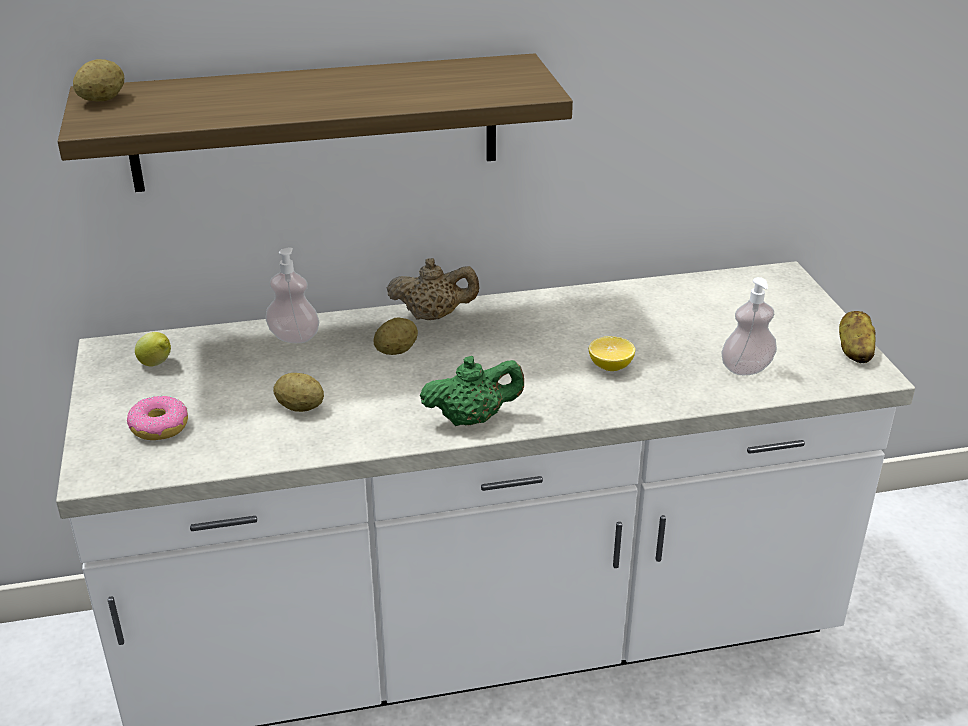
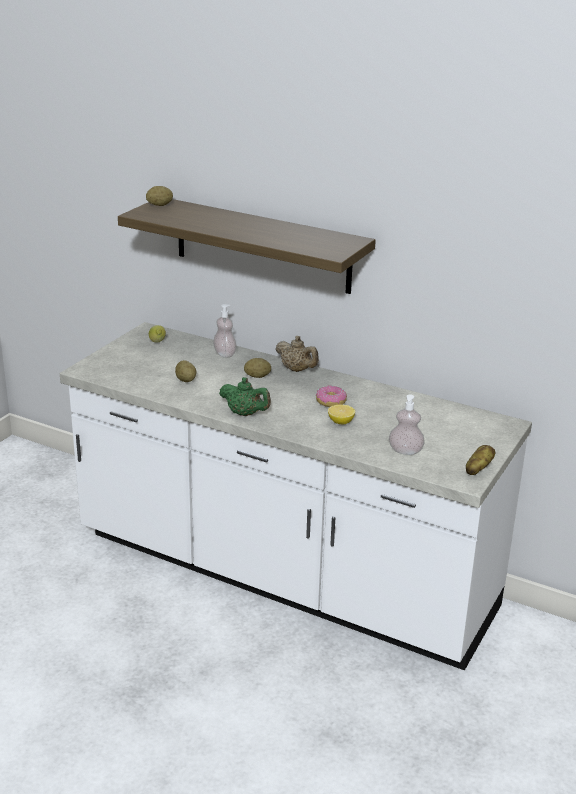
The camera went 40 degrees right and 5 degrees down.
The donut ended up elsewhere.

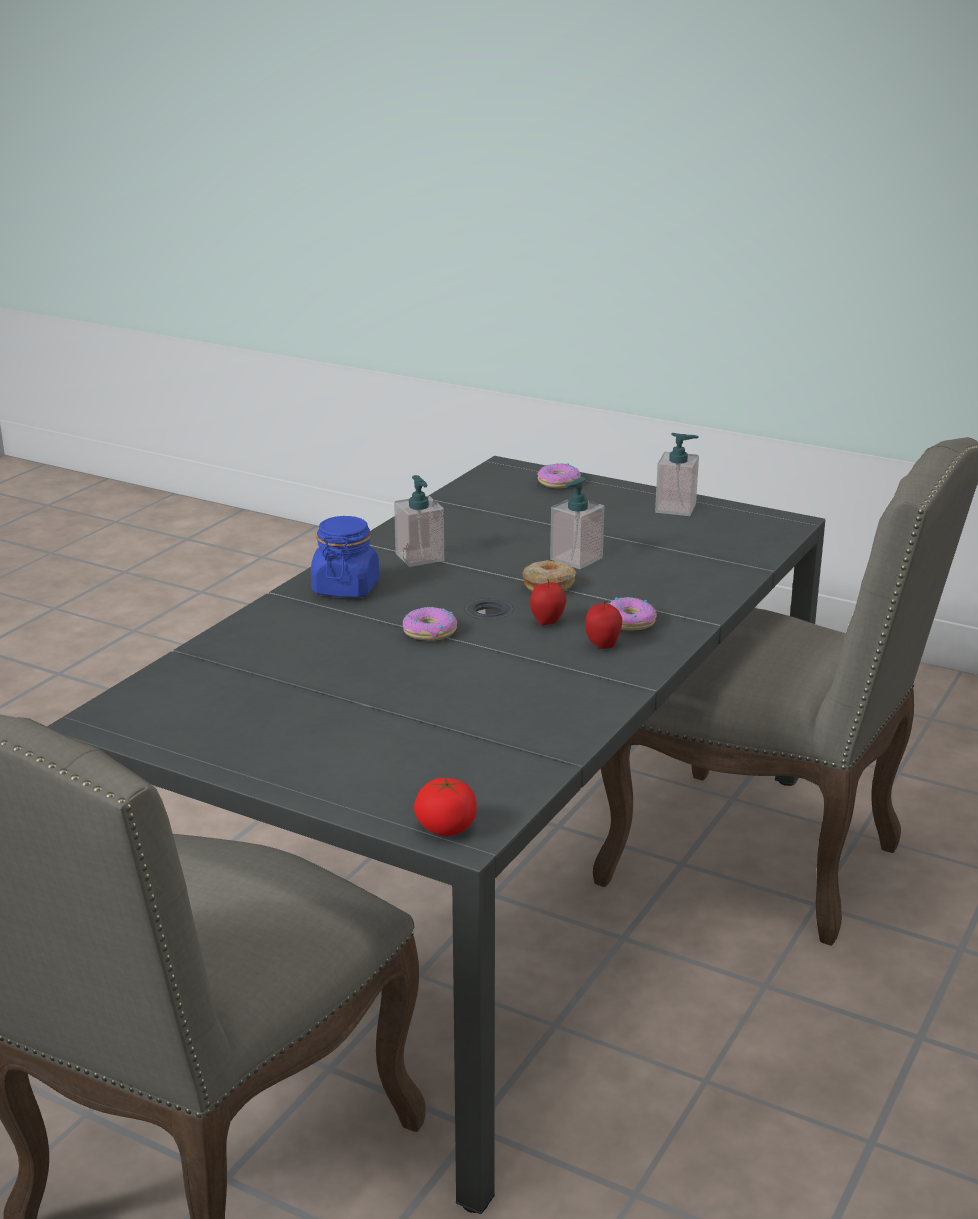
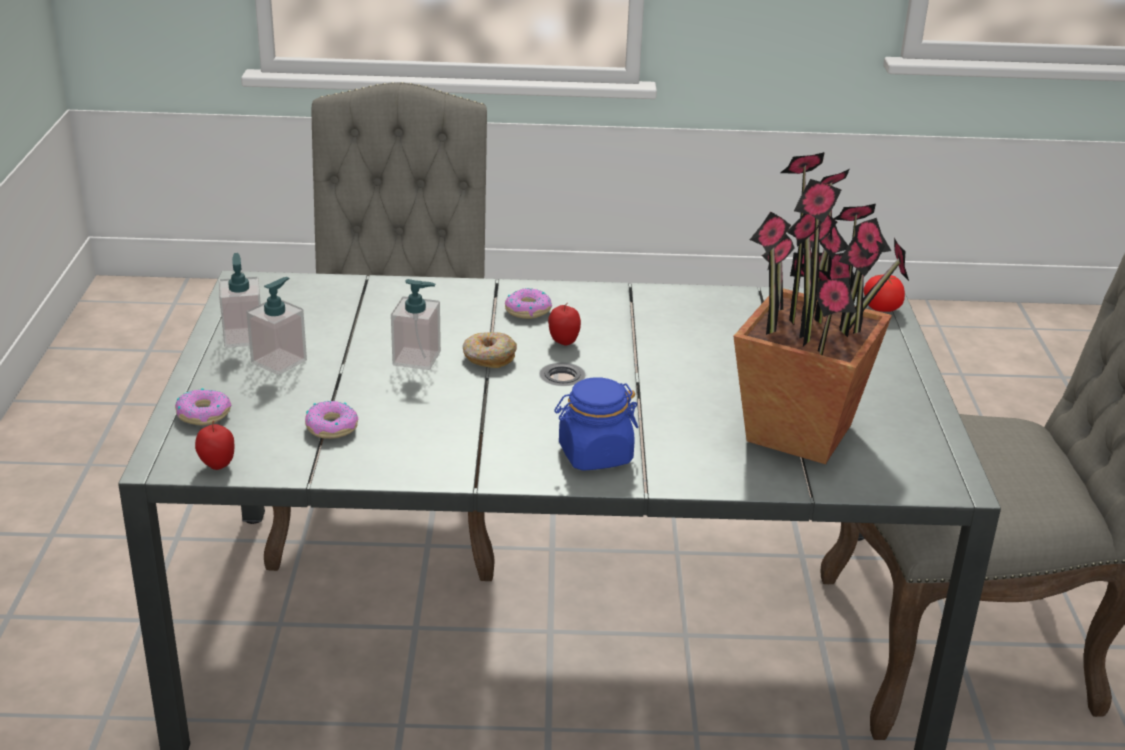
The camera went 120 degrees left and 5 degrees up.
The soap dispenser (no. 1 from left in the first image) ended up elsewhere.
The donut (no. 1 from left in the first image) ended up elsewhere.
The apple (no. 2 from left in the first image) ended up elsewhere.
The second view gained the potted plant.

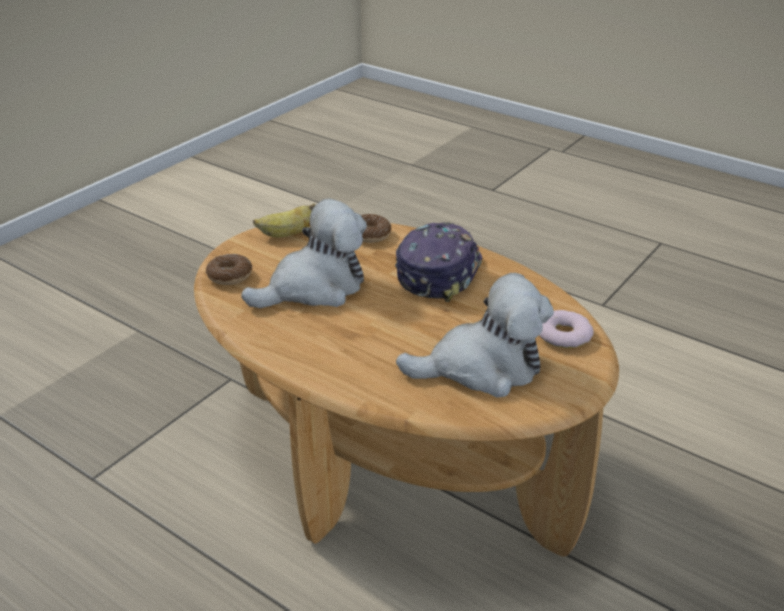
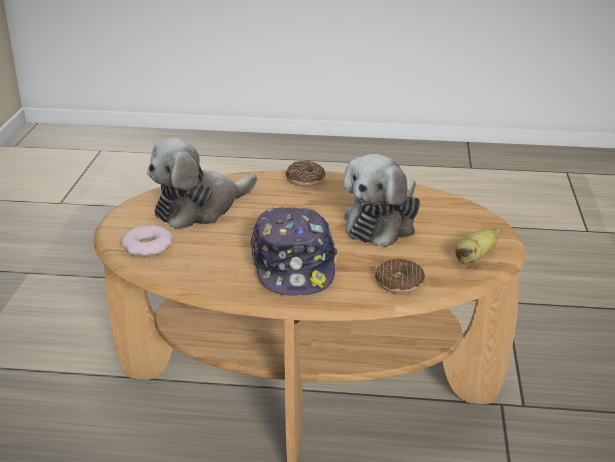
The camera went 150 degrees right and 5 degrees down.
The donut (no. 1 from left in the first image) ended up elsewhere.

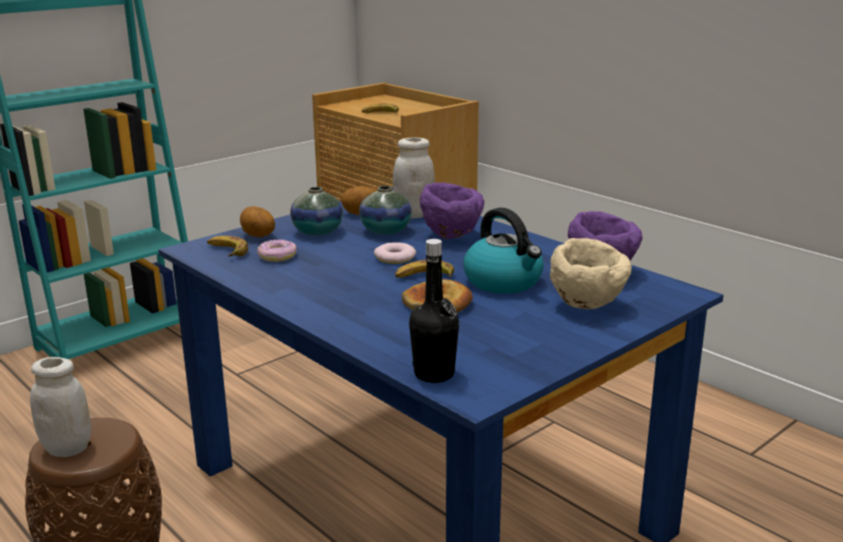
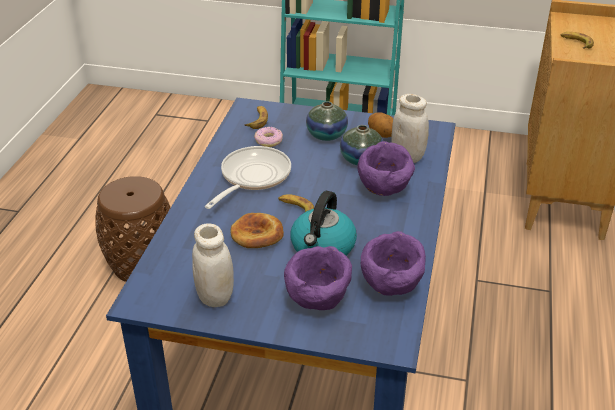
The camera went 55 degrees right and 15 degrees up.
The white jar (no. 1 from left) ended up elsewhere.
The second view lost the potato (no. 1 from left).
The second view lost the donut (no. 2 from left).
The second view lost the black bottle.
What was the beige bowl turned into the purple bowl (no. 1 from left).
The second view gained the frying pan.

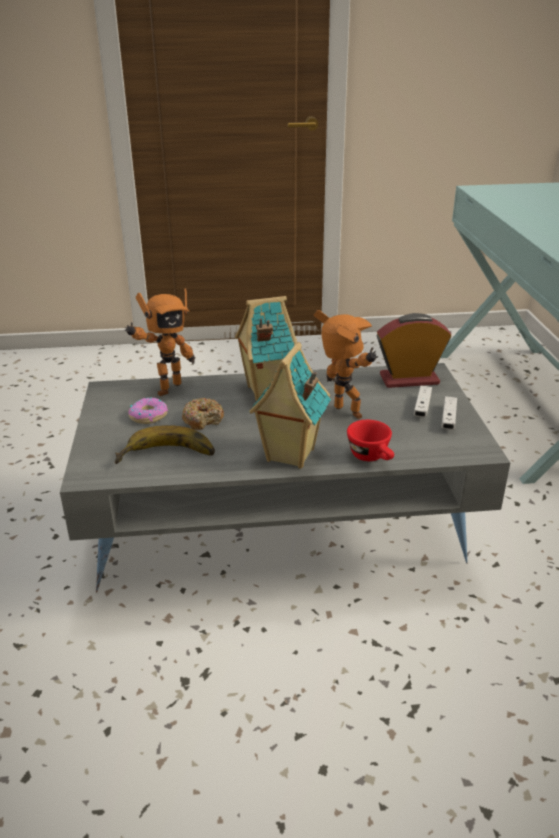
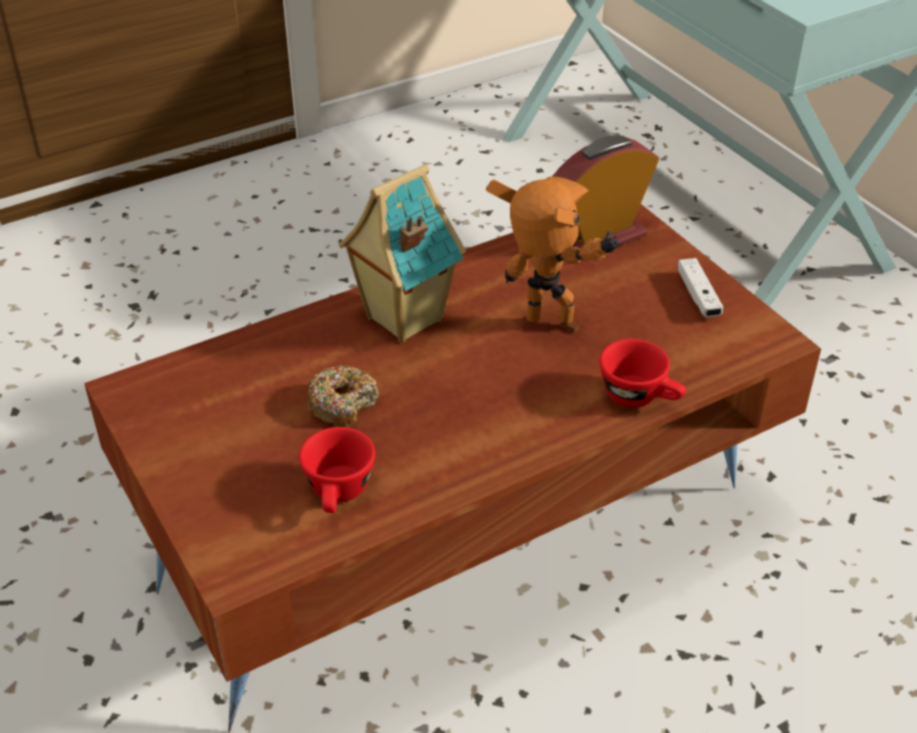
The camera went 25 degrees left and 10 degrees up.
What was the grey coffee table turned into the brown coffee table.
Where the banana stood, the red cup (no. 1 from left) came to stand.
The second view lost the toy robot (no. 1 from left).
The second view lost the donut (no. 1 from left).
The second view lost the toy house (no. 2 from left).
The second view lost the white game controller (no. 1 from left).

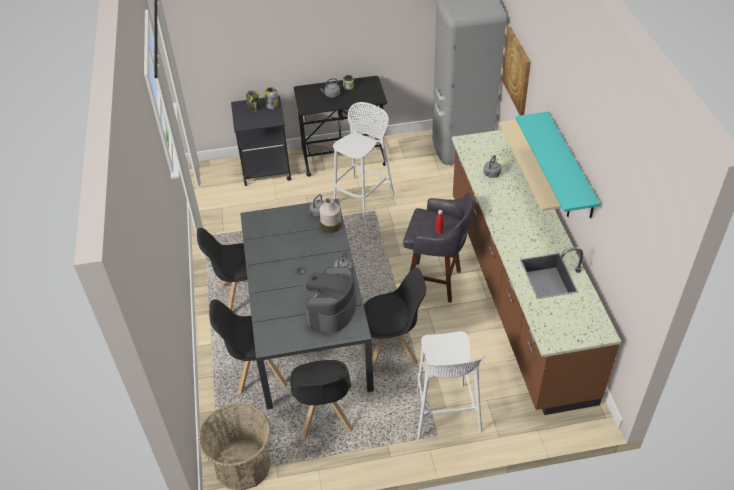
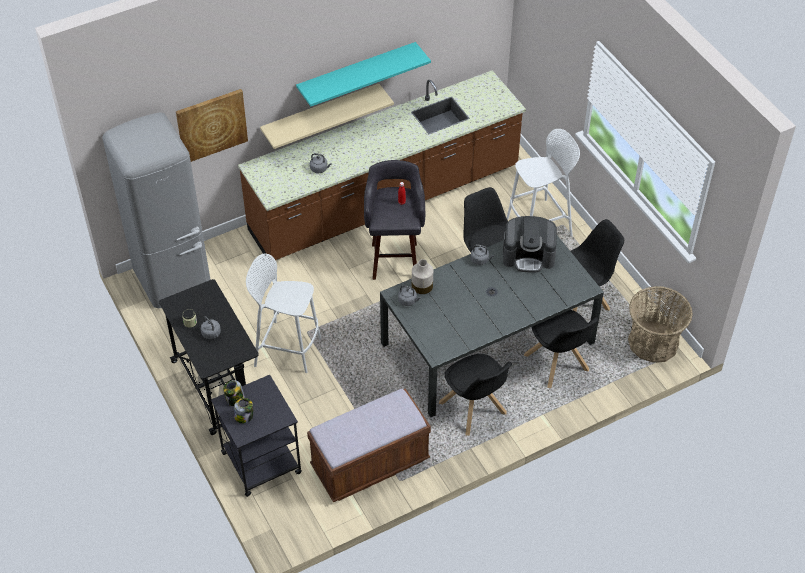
The camera went 110 degrees left and 5 degrees up.
The second view gained the brown bench.

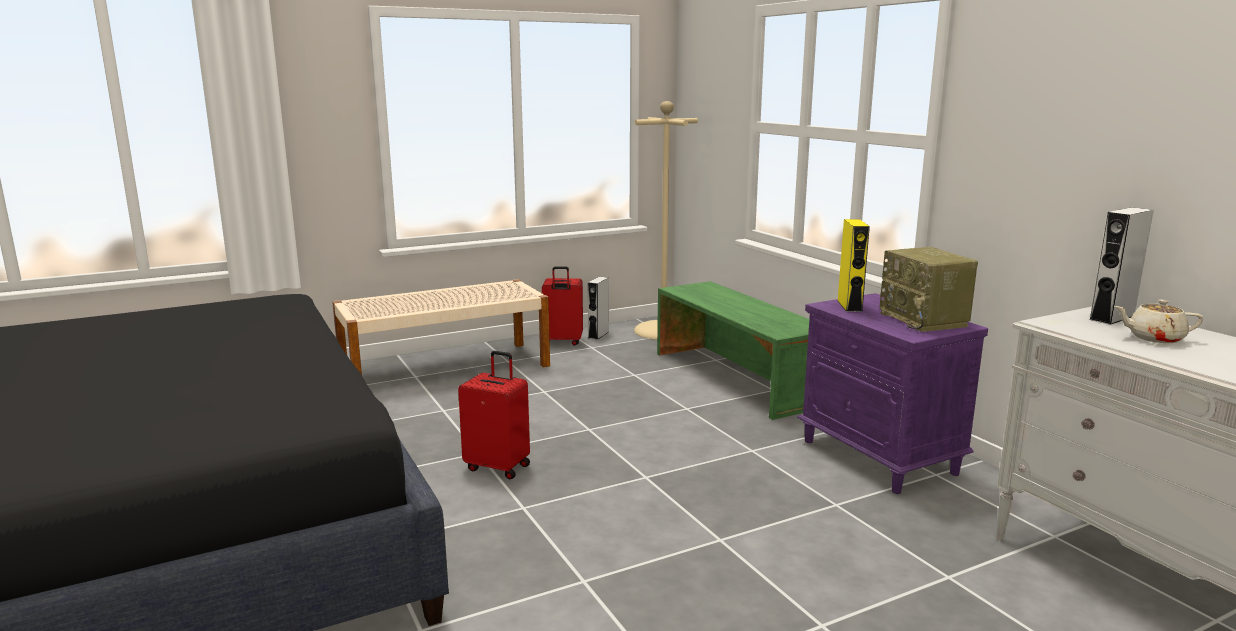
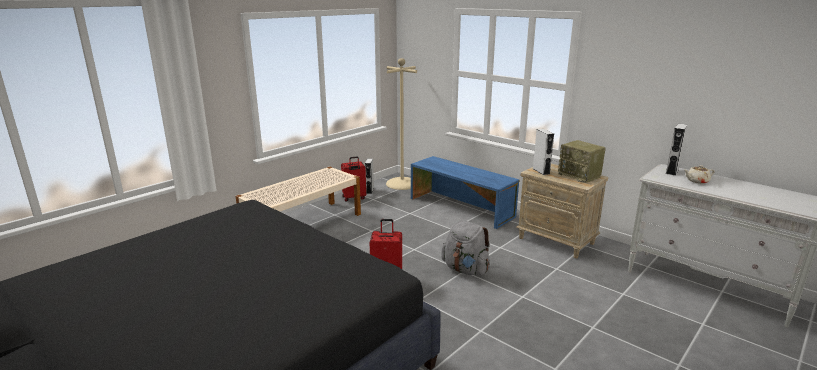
The camera went 20 degrees left and 5 degrees up.
What was the green bench turned into the blue bench.
What was the purple nightstand turned into the beige nightstand.
What was the yellow speaker turned into the grey speaker (no. 2 from left).
The second view gained the grey backpack.

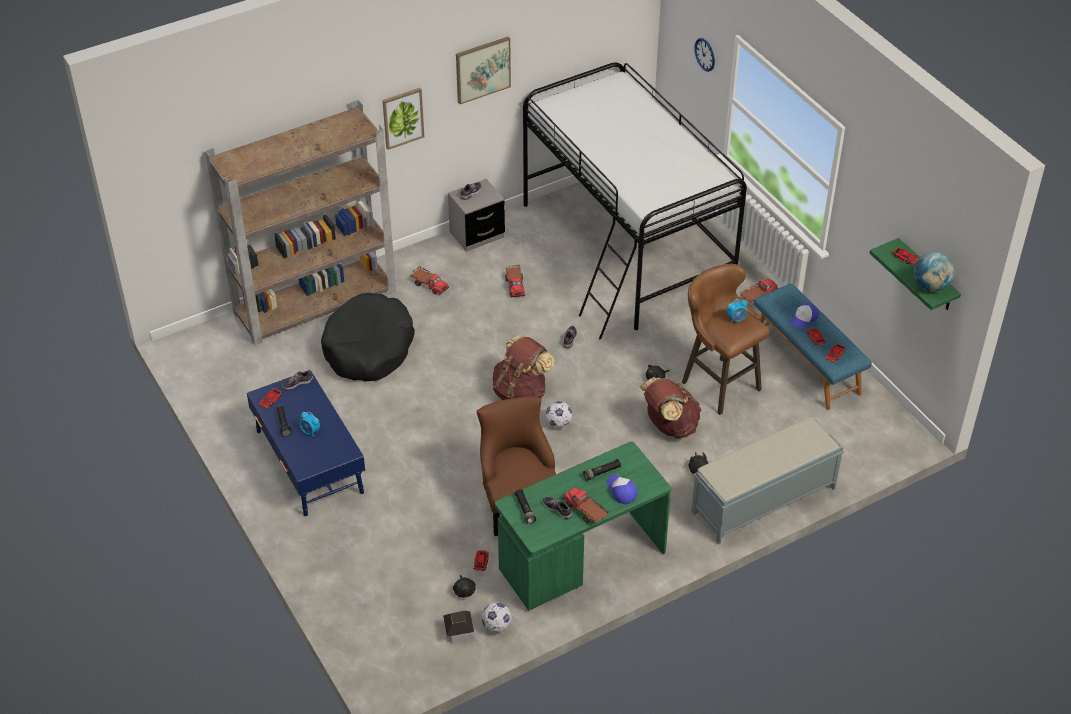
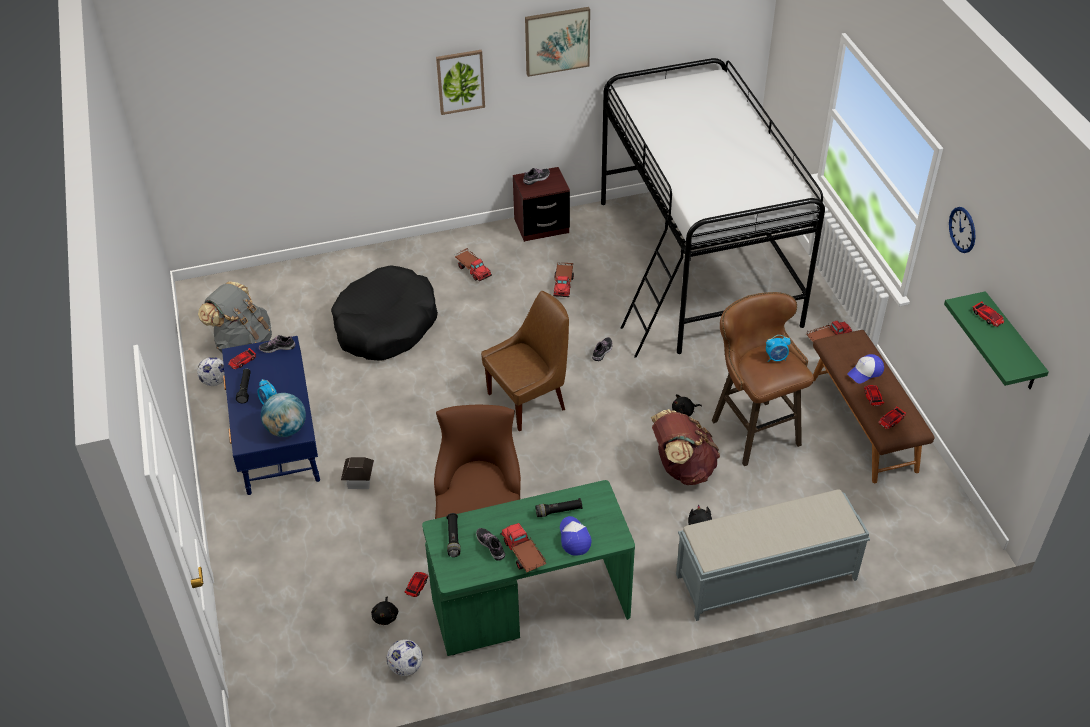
The camera went 15 degrees right and 0 degrees up.
The second view lost the brown bookcase.
The toy house ended up elsewhere.
What was the grey nightstand turned into the brown nightstand.
Where the brown backpack (no. 1 from left) stood, the brown chair (no. 2 from left) came to stand.
The football (no. 2 from left in the first image) ended up elsewhere.
The wall clock ended up elsewhere.
What was the blue bench turned into the brown bench.
The globe ended up elsewhere.
The second view gained the grey backpack.

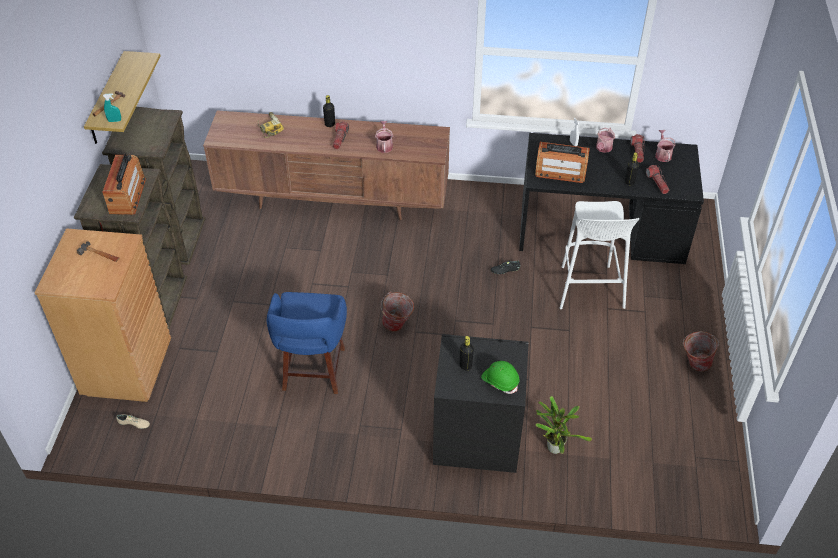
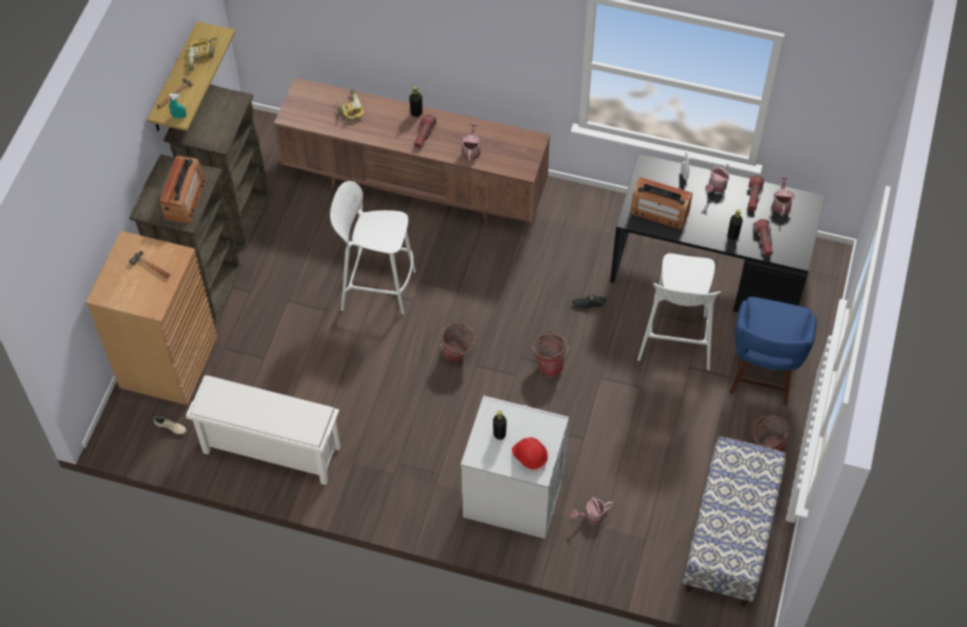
The camera went 10 degrees right and 10 degrees up.
The blue stool ended up elsewhere.
What was the black washing machine turned into the white washing machine.
What was the green hard hat turned into the red hard hat.
Where the potted plant stood, the watering can (no. 2 from left) came to stand.
The second view gained the white shoe rack.
The second view gained the power drill (no. 1 from left).
The second view gained the white stool (no. 1 from left).
The second view gained the bucket (no. 2 from left).
The second view gained the bench.

